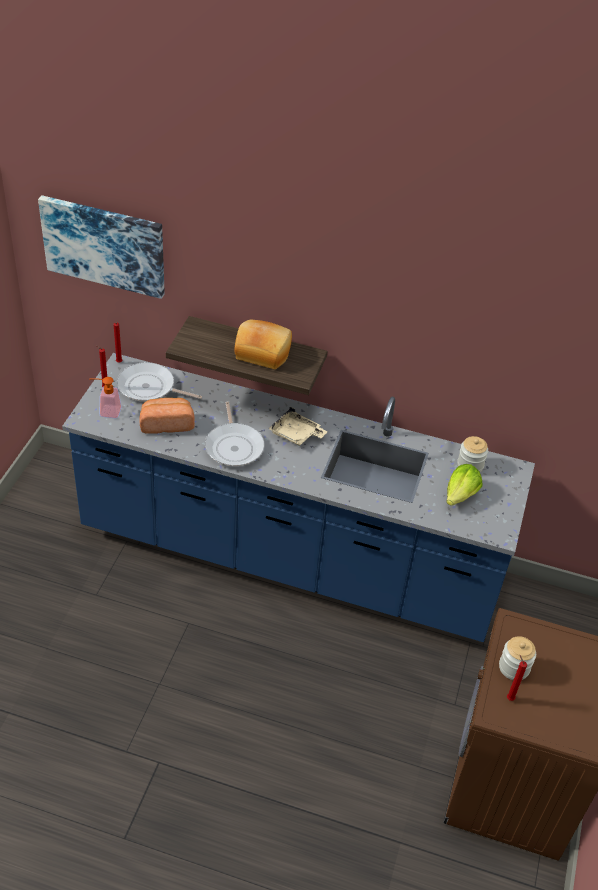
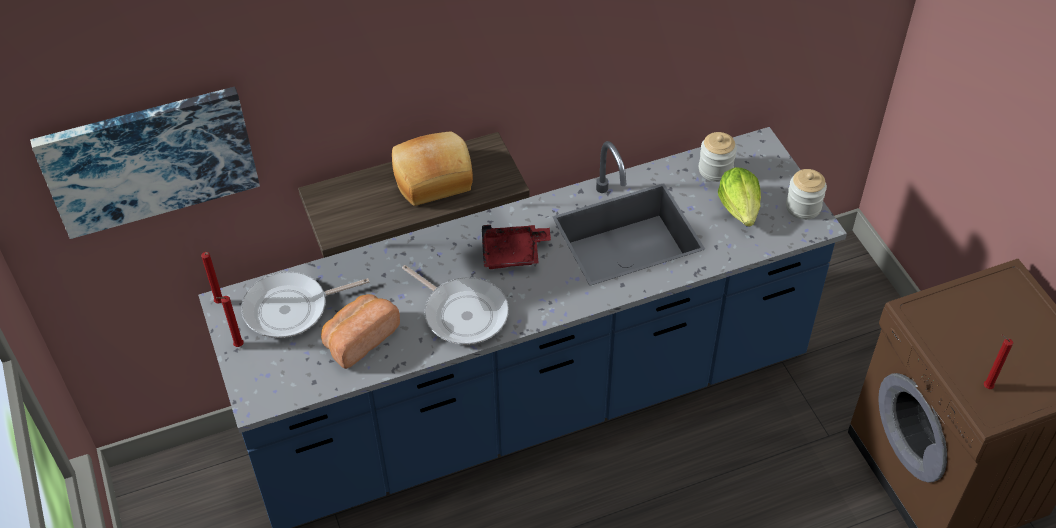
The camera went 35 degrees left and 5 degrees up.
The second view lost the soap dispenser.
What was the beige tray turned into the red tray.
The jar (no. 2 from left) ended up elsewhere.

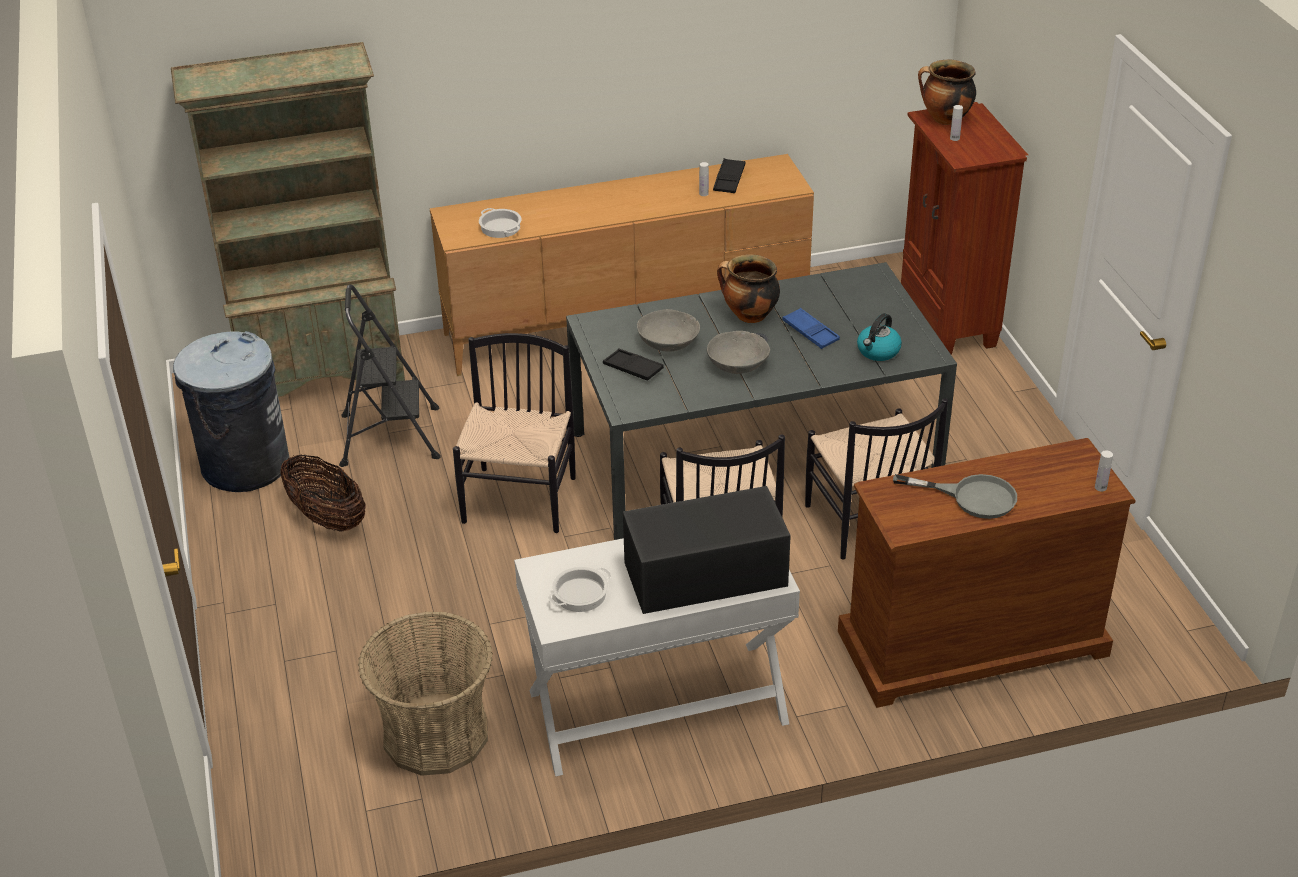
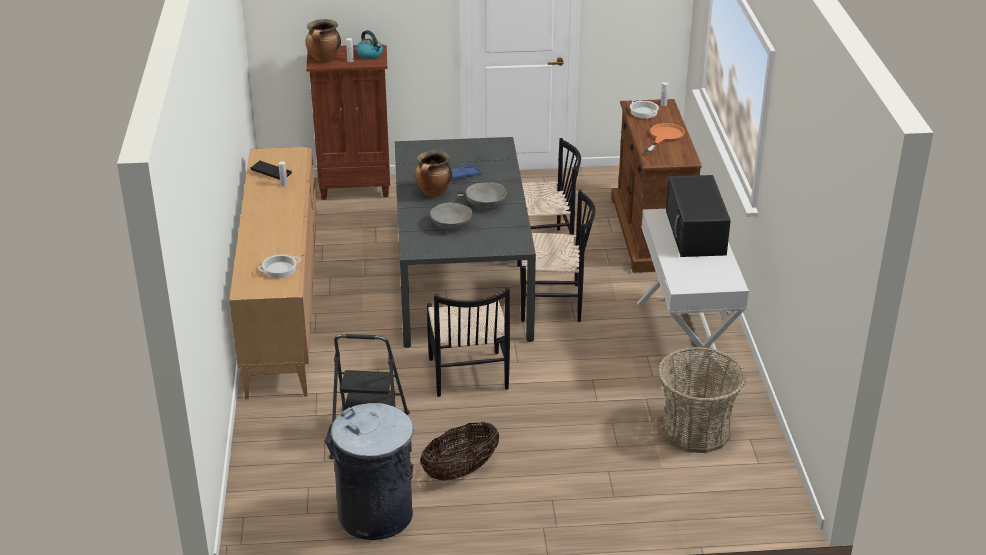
The camera went 80 degrees left and 5 degrees down.
The second view lost the green bookcase.
The black chair (no. 1 from left) ended up facing another way, 120 degrees counterclockwise from before.
The cooking pot (no. 2 from left in the first image) ended up elsewhere.
The second view lost the black tray (no. 1 from left).
The kettle ended up elsewhere.
What was the grey frying pan turned into the orange frying pan.

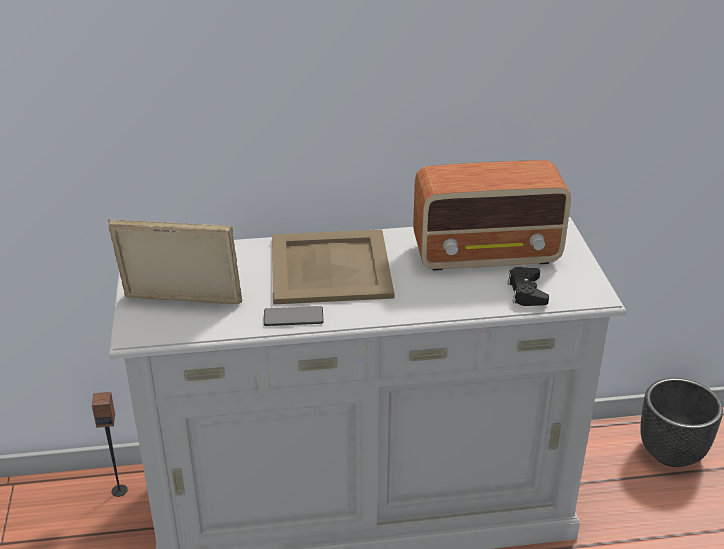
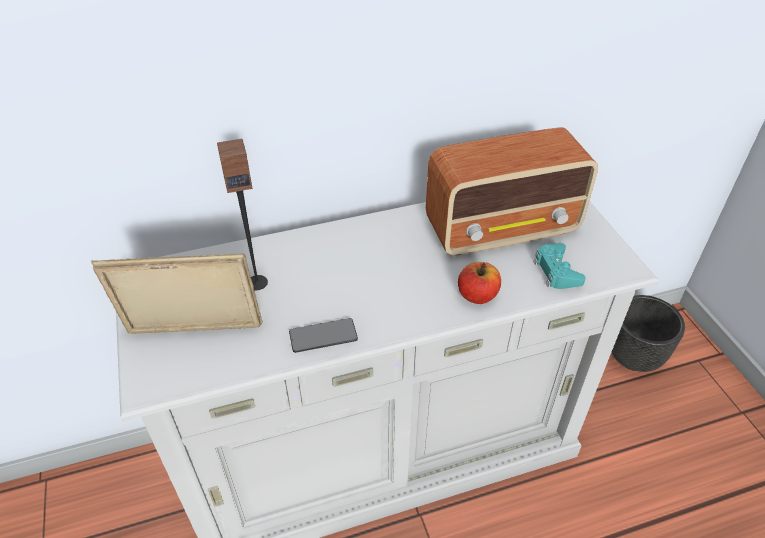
The camera went 10 degrees left and 10 degrees up.
The speaker ended up elsewhere.
The second view lost the beige tray.
What was the black game controller turned into the turquoise game controller.
The second view gained the apple.

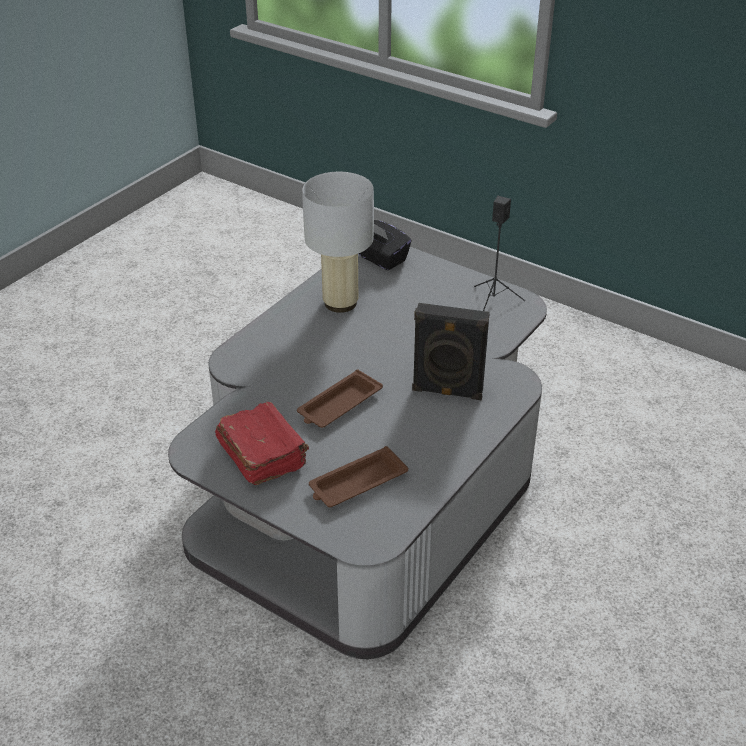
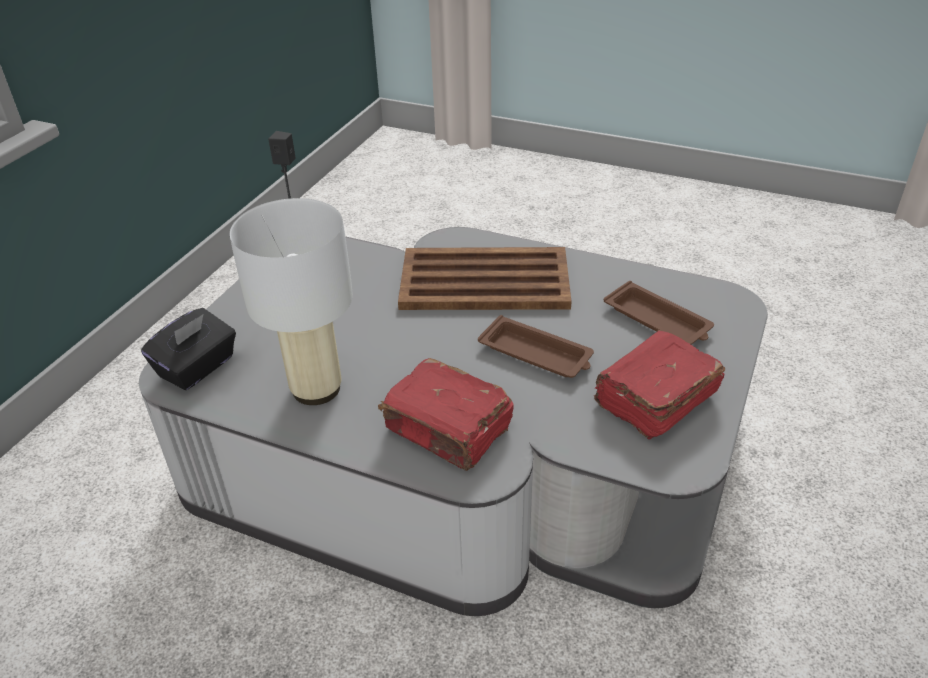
The camera went 100 degrees left and 0 degrees up.
Where the black speaker (no. 1 from left) stood, the brown tray (no. 1 from left) came to stand.
The second view gained the red book (no. 1 from left).

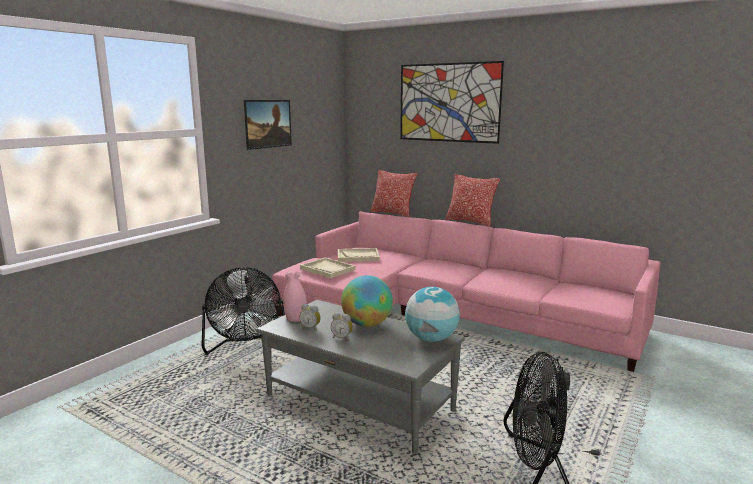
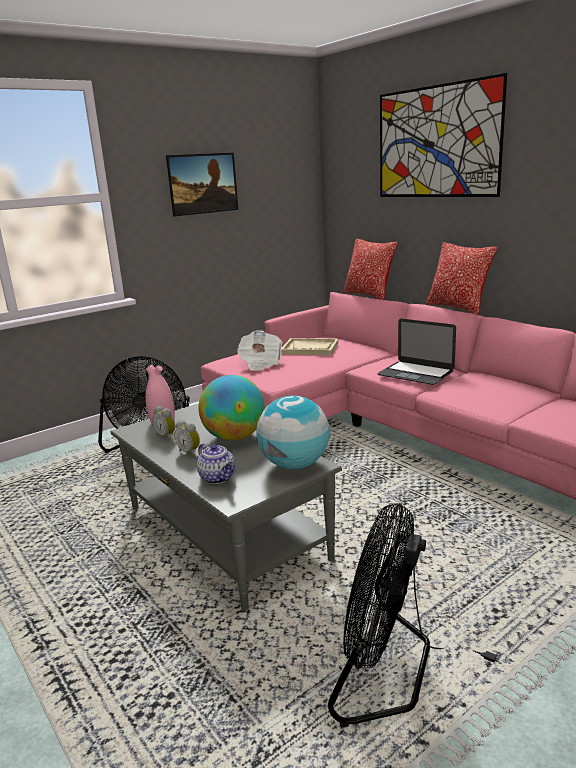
The camera went 20 degrees right and 5 degrees up.
Where the beige tray (no. 1 from left) stood, the newspaper came to stand.
The second view gained the teapot.
The second view gained the laptop.

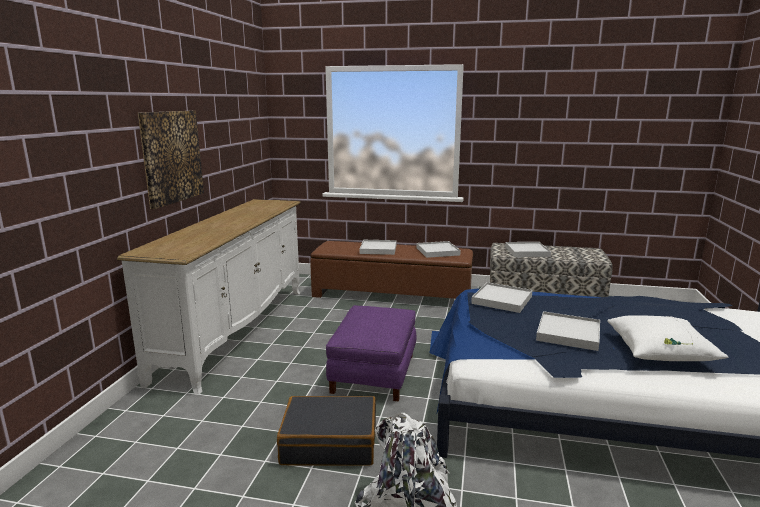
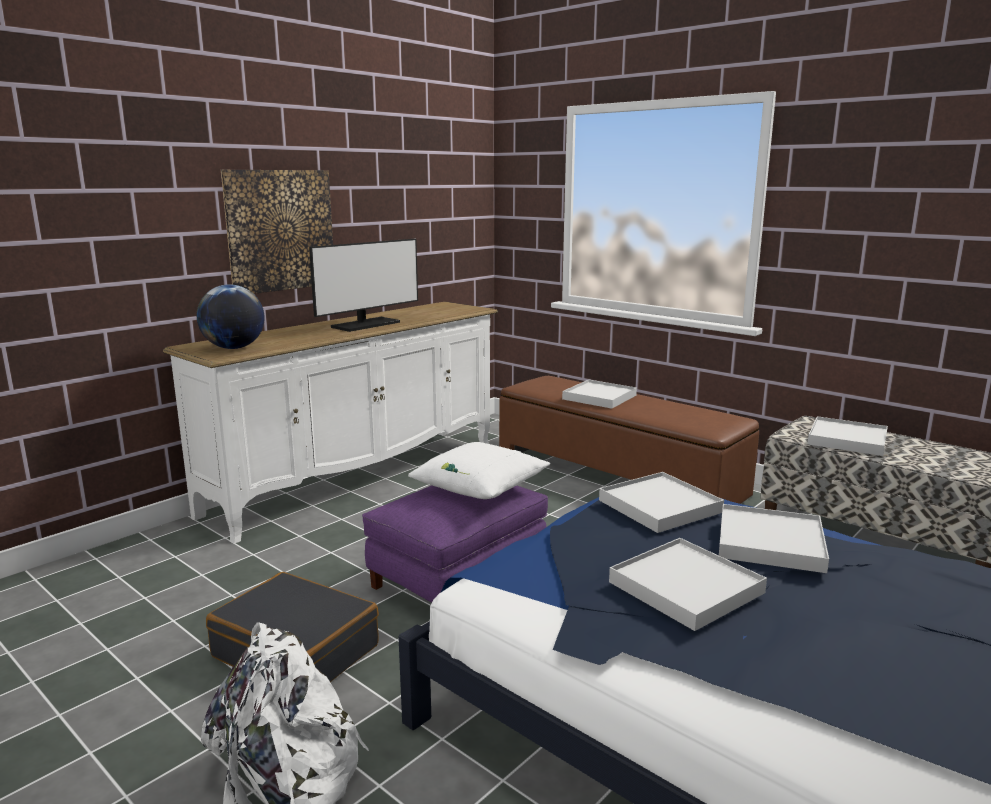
The camera went 30 degrees right and 0 degrees up.
The white tray (no. 2 from left in the first image) ended up elsewhere.
The white pillow ended up elsewhere.
The second view gained the globe.
The second view gained the monitor.

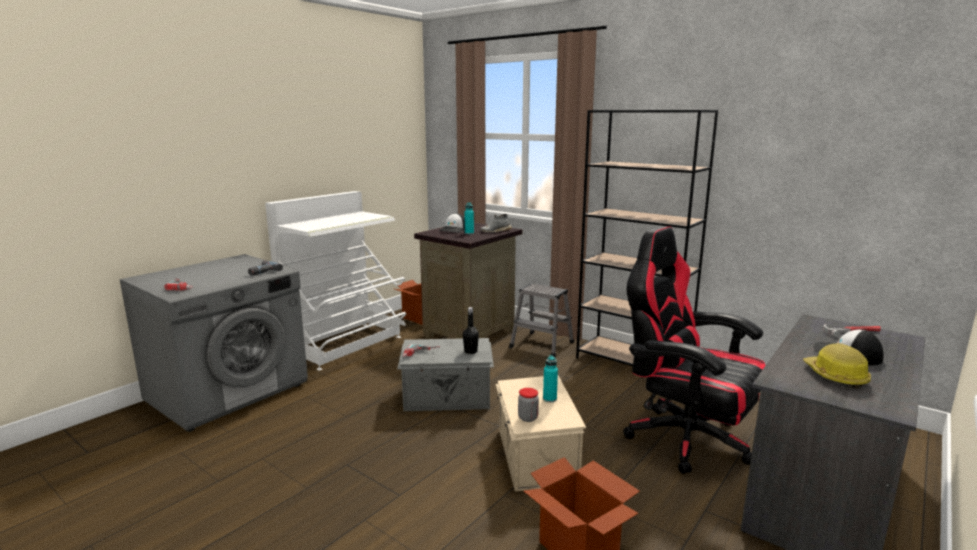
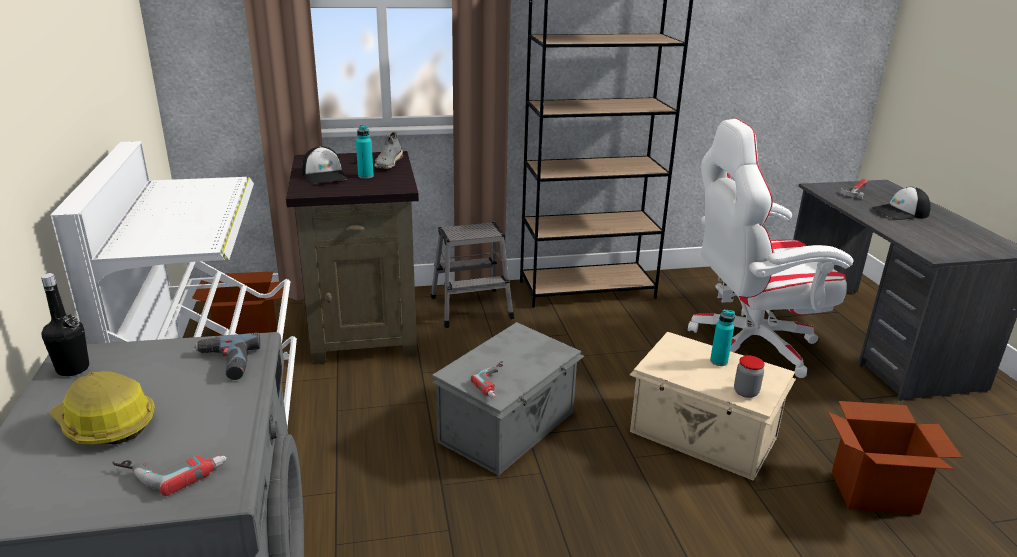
The camera went 50 degrees left and 10 degrees up.
The black bottle ended up elsewhere.
What was the black office chair turned into the white office chair.
The hard hat ended up elsewhere.

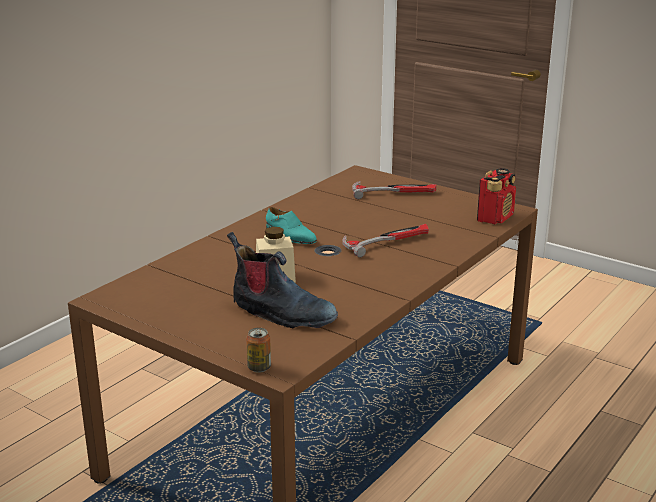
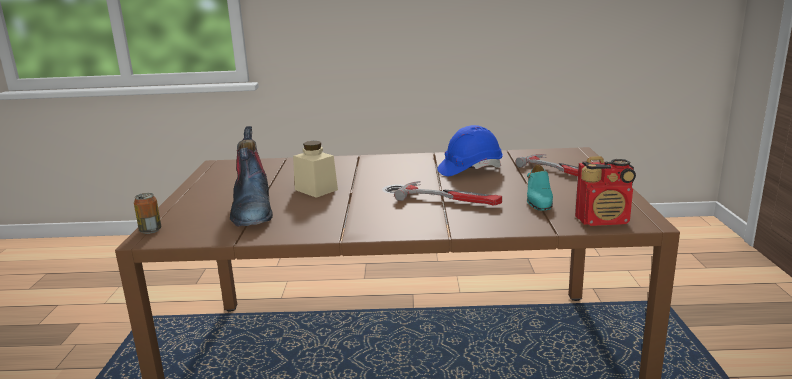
The camera went 55 degrees right and 5 degrees down.
The turquoise shoe ended up elsewhere.
The second view gained the blue hard hat.

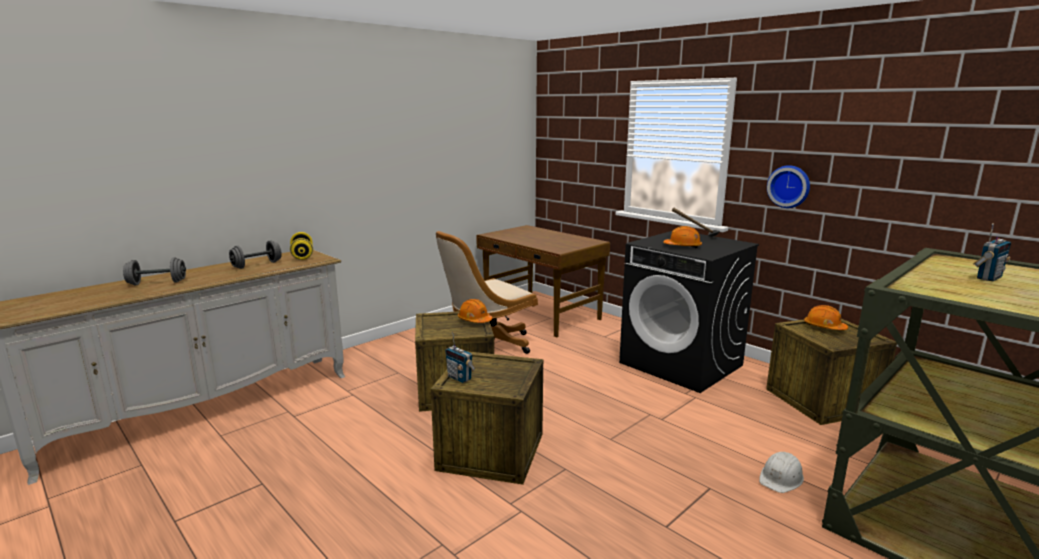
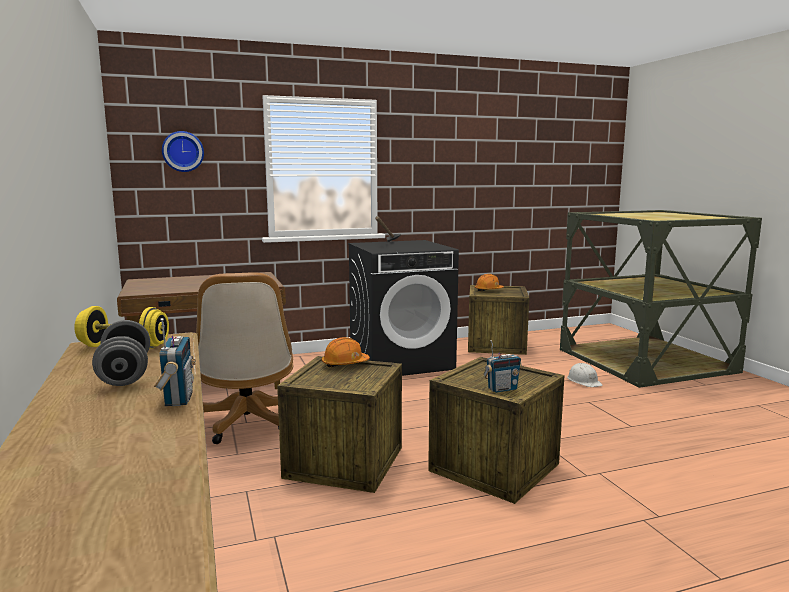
The camera went 65 degrees left and 5 degrees down.
The second view lost the grey dumbbell (no. 1 from left).
The second view lost the orange hard hat (no. 2 from left).
The wall clock ended up elsewhere.
The radio (no. 2 from left in the first image) ended up elsewhere.

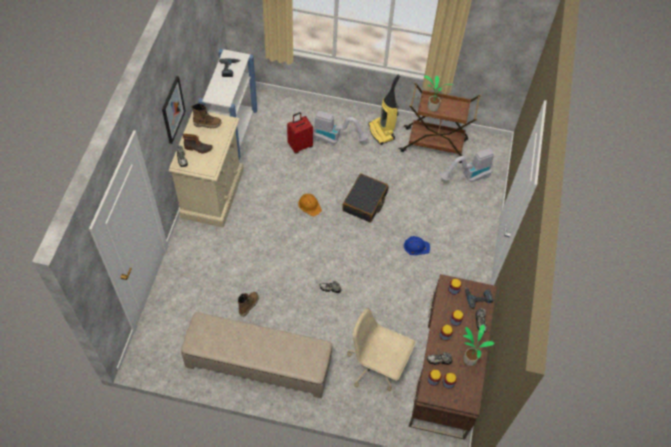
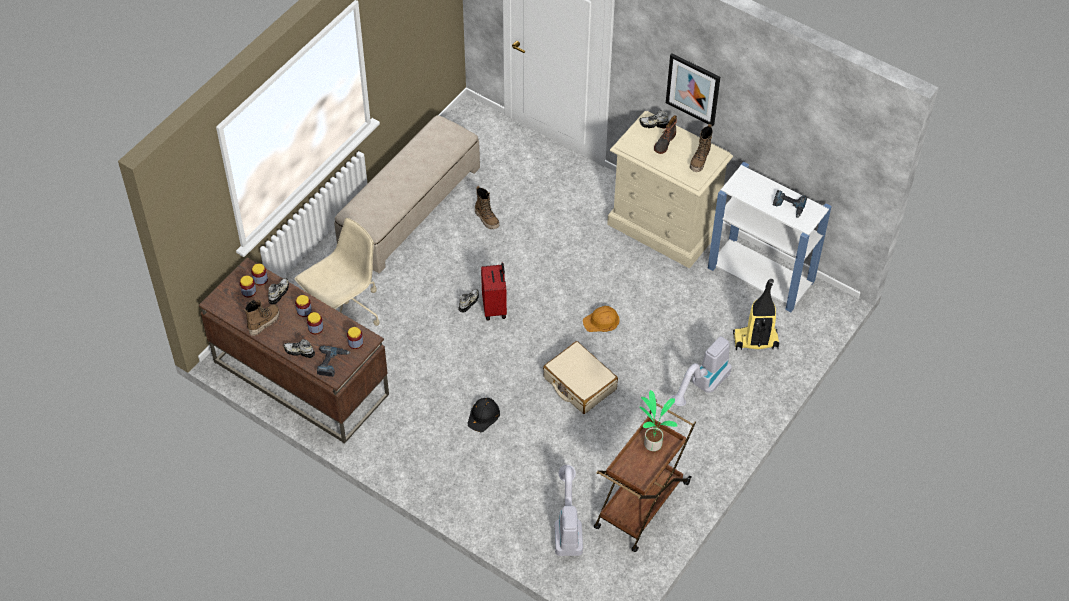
The camera went 115 degrees right and 5 degrees down.
The red suitcase ended up elsewhere.
What was the black suitcase turned into the beige suitcase.
The vacuum cleaner (no. 2 from left in the first image) ended up elsewhere.
What was the blue hard hat turned into the black hard hat.
Where the potted plant (no. 2 from left) stood, the boot (no. 1 from left) came to stand.

